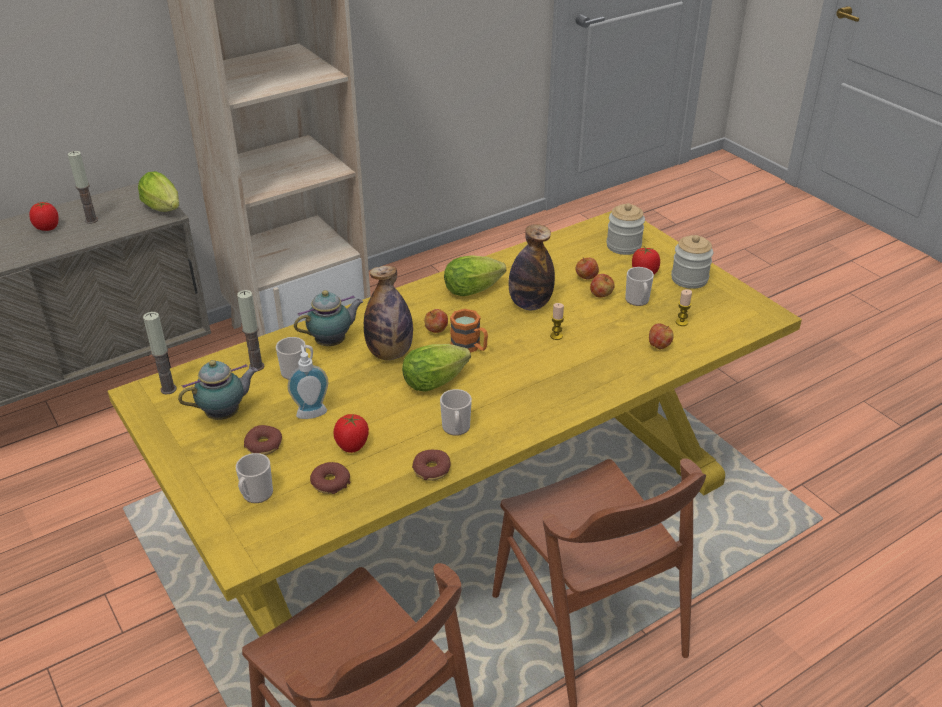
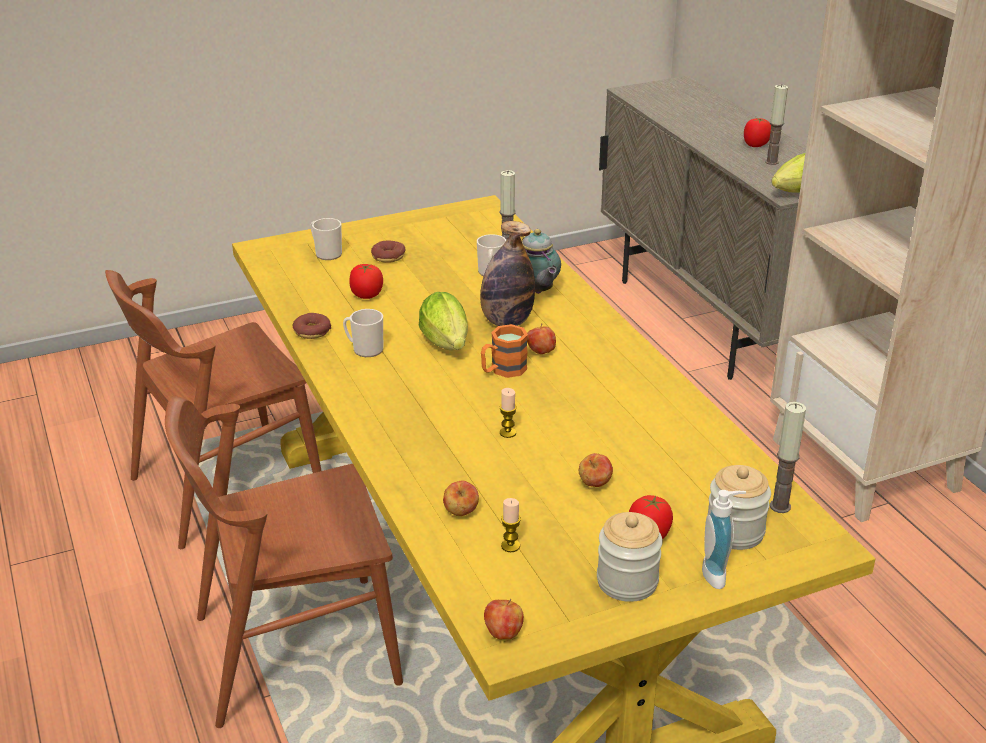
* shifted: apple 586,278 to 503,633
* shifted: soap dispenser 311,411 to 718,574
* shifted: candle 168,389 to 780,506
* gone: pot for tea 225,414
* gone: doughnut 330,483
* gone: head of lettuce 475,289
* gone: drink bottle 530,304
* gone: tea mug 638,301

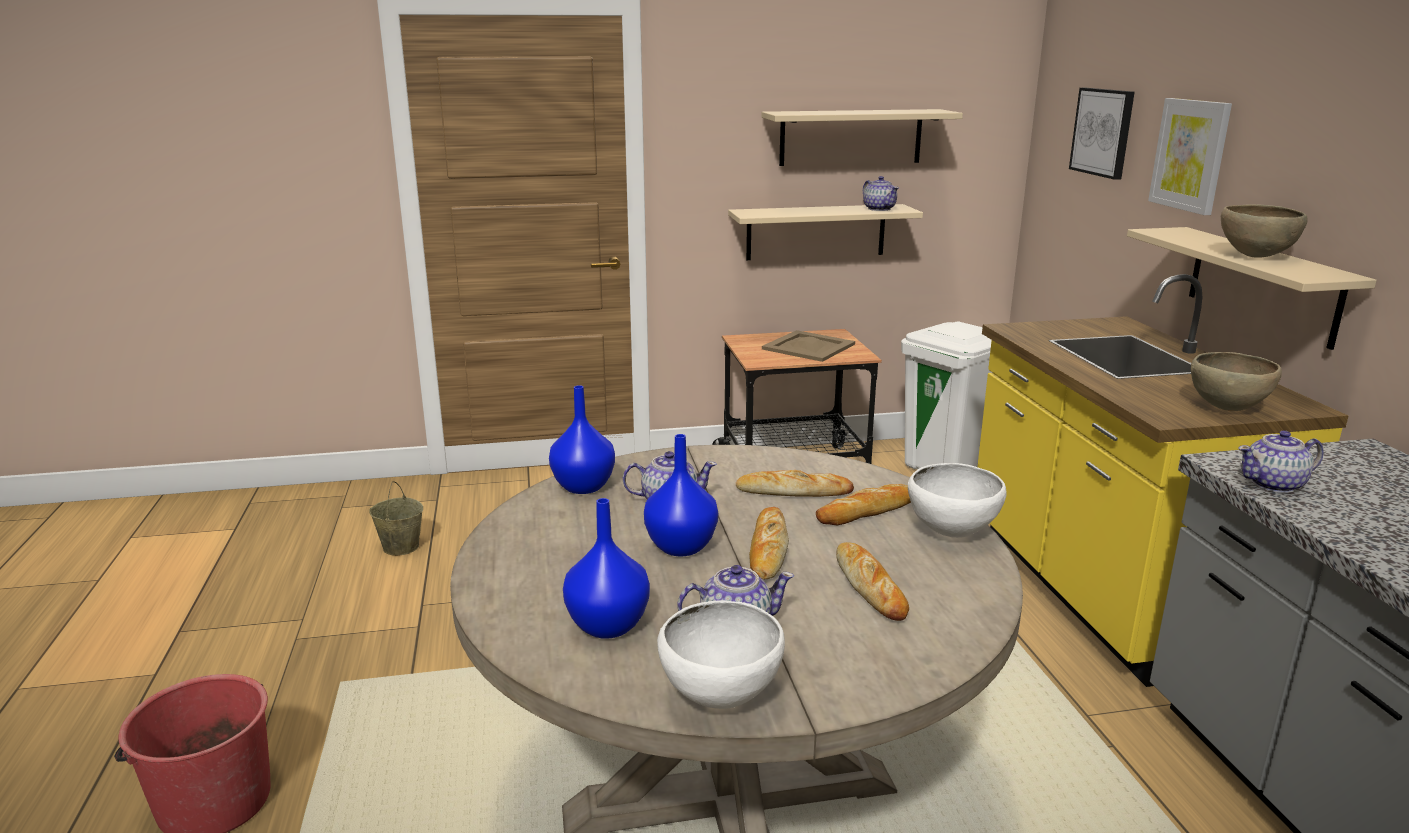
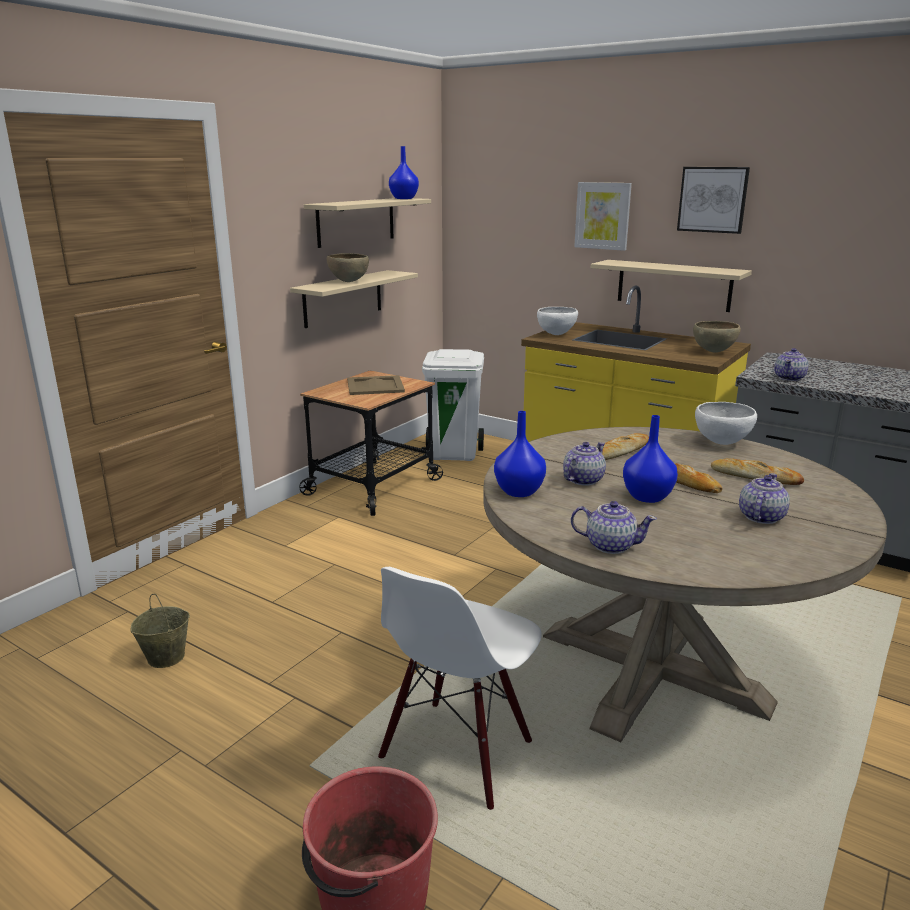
* shifted: brown deep dish 1254,257 to 348,282
* new: white plain chair 457,752
* shifted: blue-coloured vase 609,625 to 404,198
* shifted: white deep dish 721,697 to 556,334
* shifted: pot for tea 879,209 to 610,545
* shifted: picture 1103,132 to 713,199
* gone: bakery bread 868,511

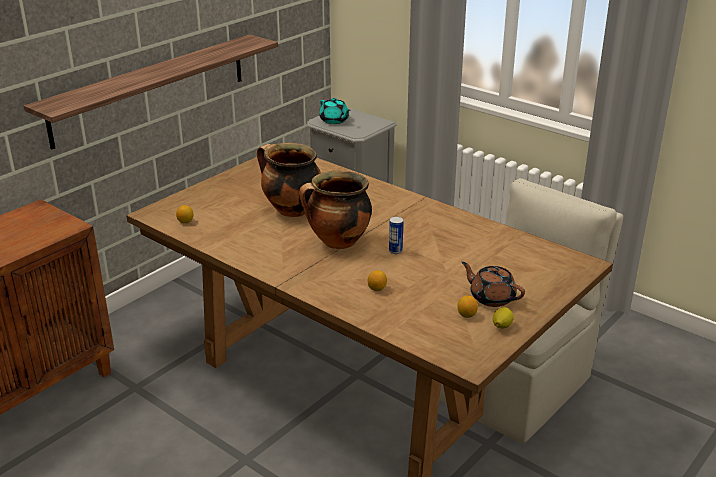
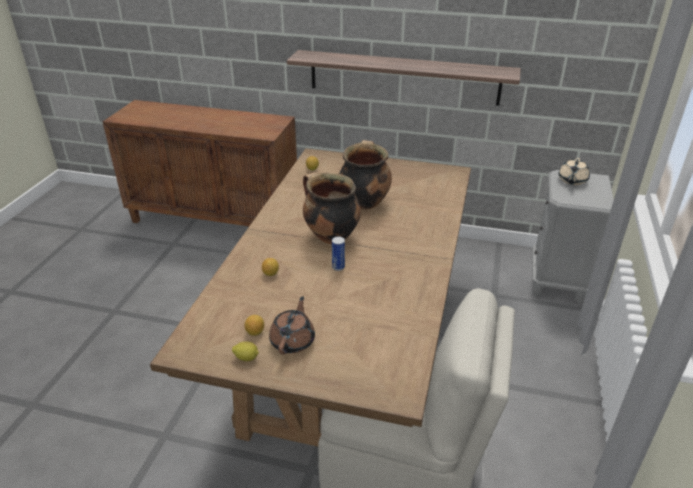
* repainted: turquoise pot for tea 334,120 to beige-coloured pot for tea 572,180

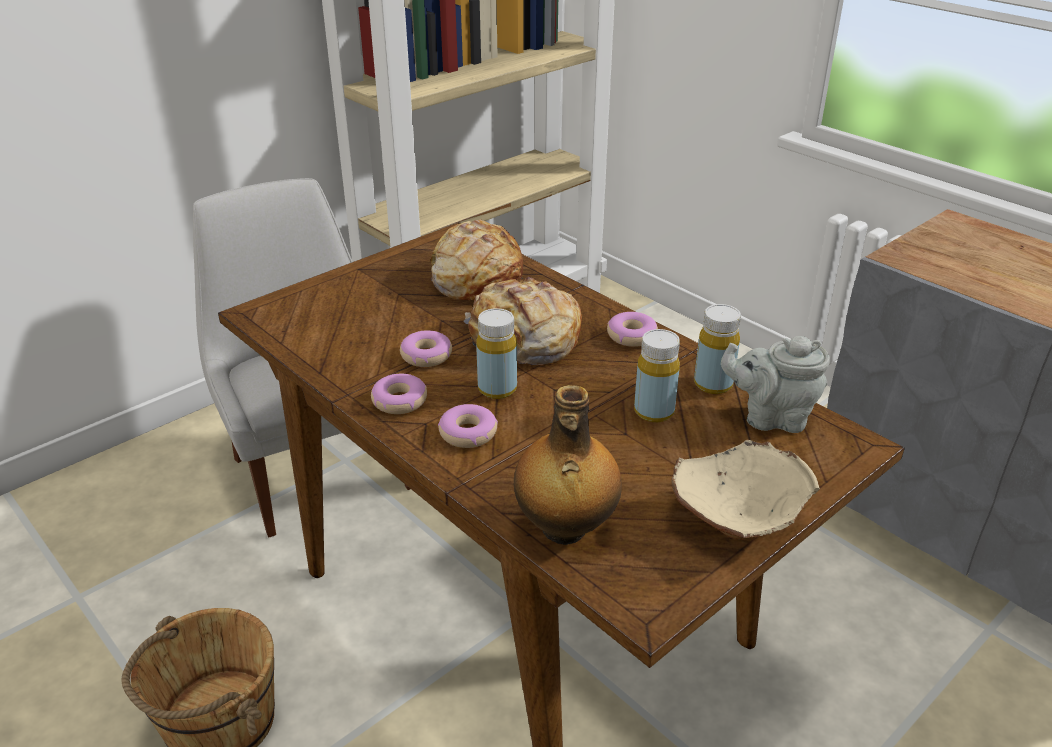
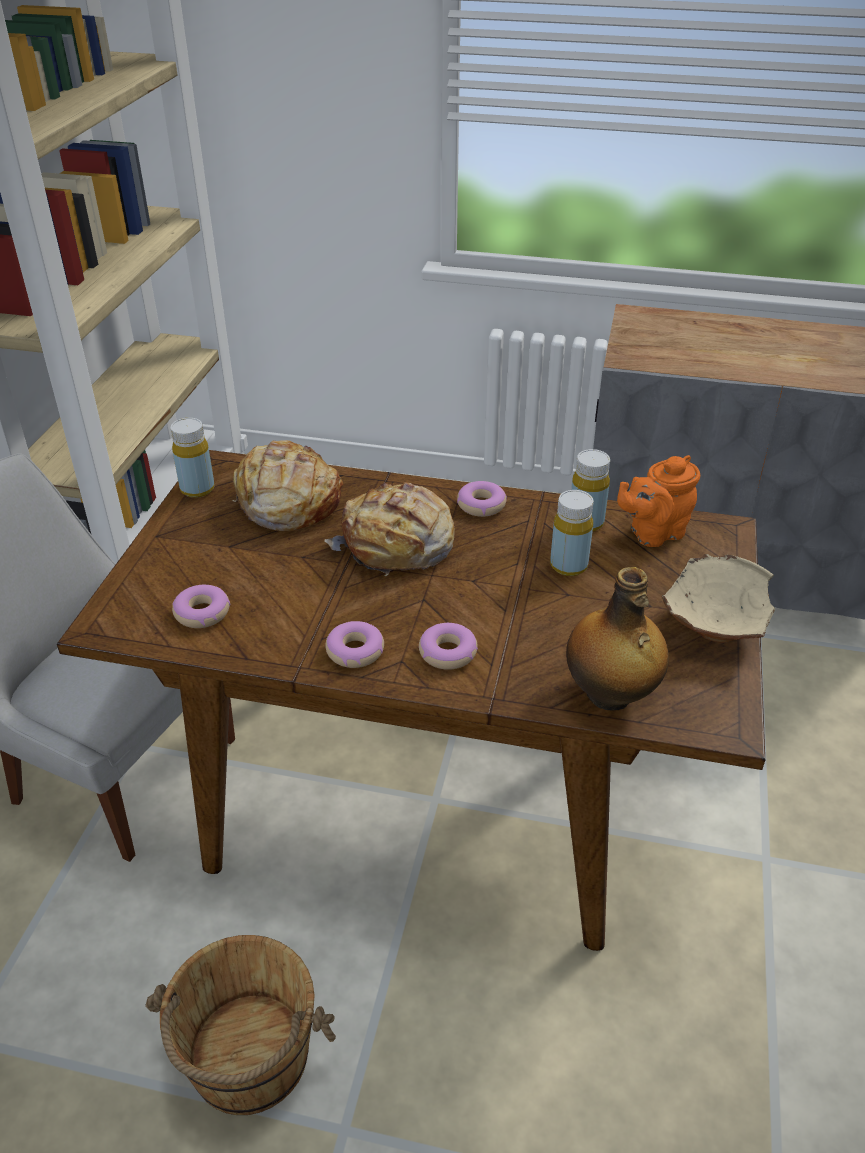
* shifted: yellow drink bottle 497,389 to 197,489
* shifted: doughnut 426,356 to 202,613
* repainted: greyish pot for tea 771,417 to orangey pot for tea 653,533

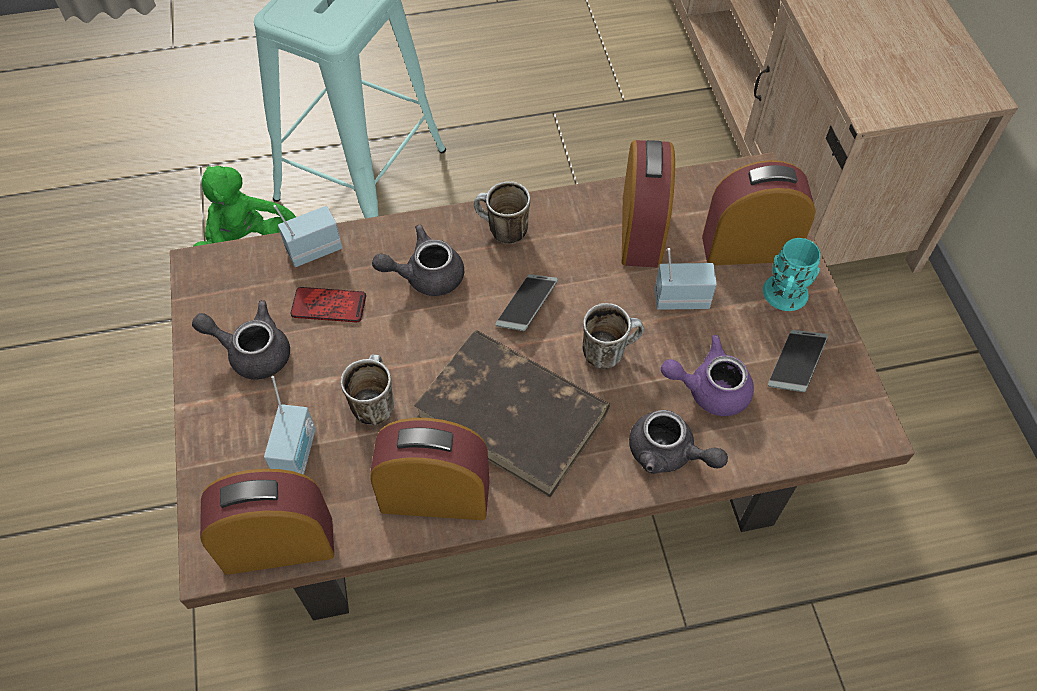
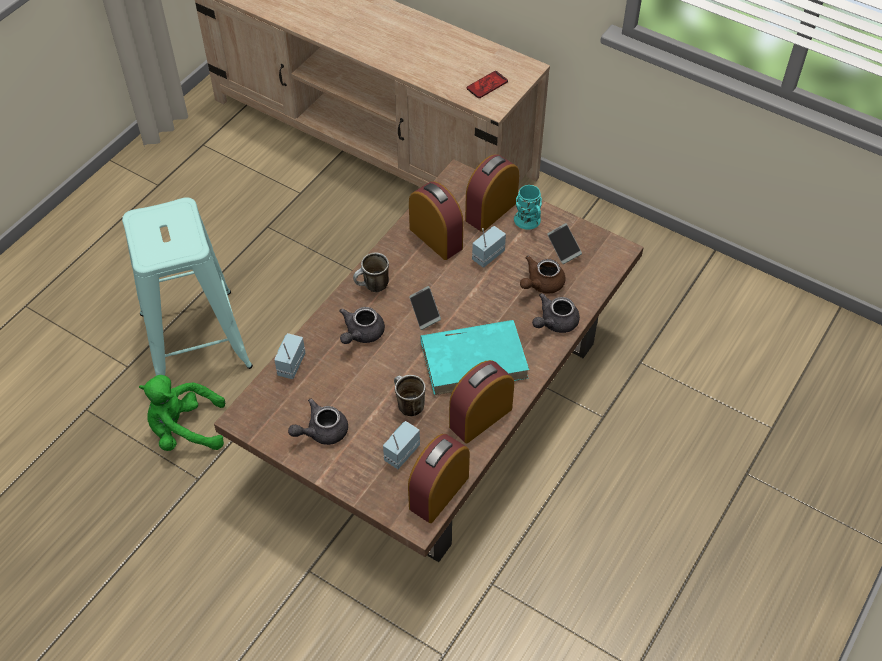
* rotated: radio set 298,453 = 400,452 105 degrees counterclockwise
* repainted: brown bound book 514,415 to turquoise bound book 475,359
* shifted: handset 328,305 to 487,85
* repainted: purple pot for tea 709,389 to brown pot for tea 541,284
* rotated: greyish pot for tea 668,454 = 554,322 150 degrees clockwise
* gone: tea mug 609,351

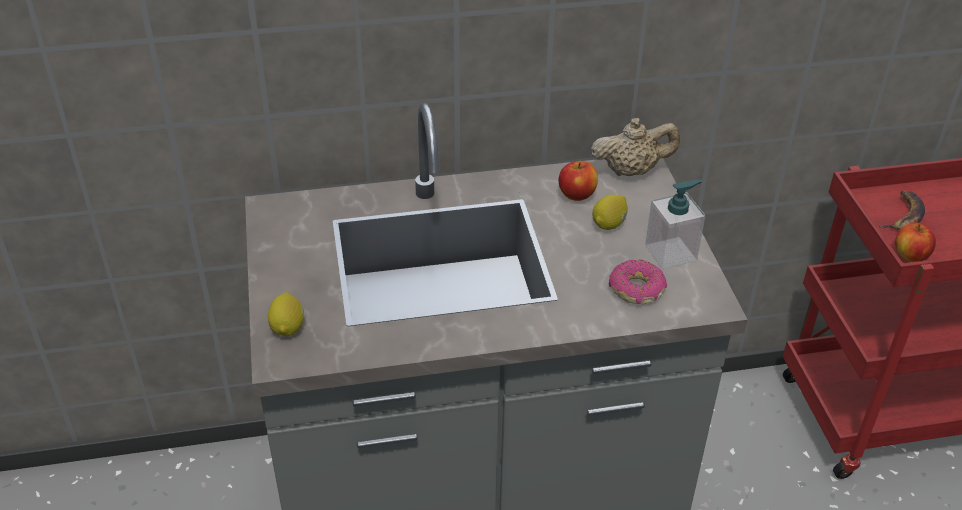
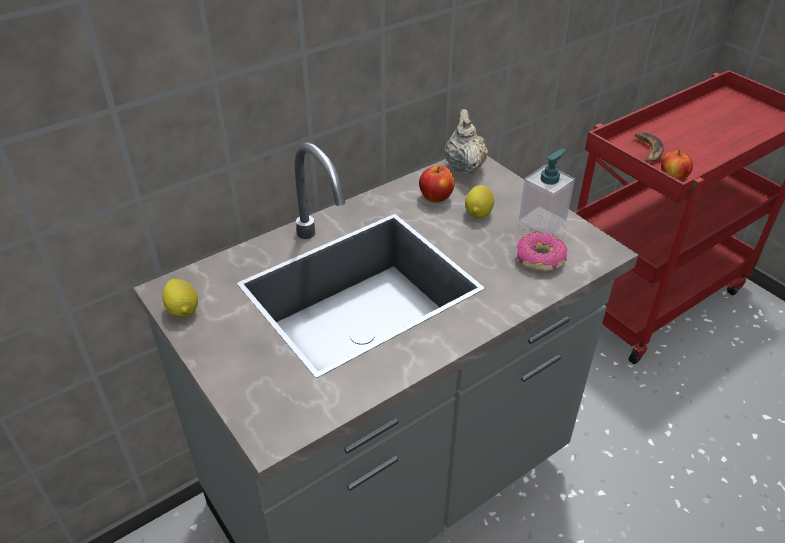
* shifted: whole lemon 288,327 to 183,309
* rotated: beige-coloured pot for tea 631,171 = 464,166 60 degrees counterclockwise

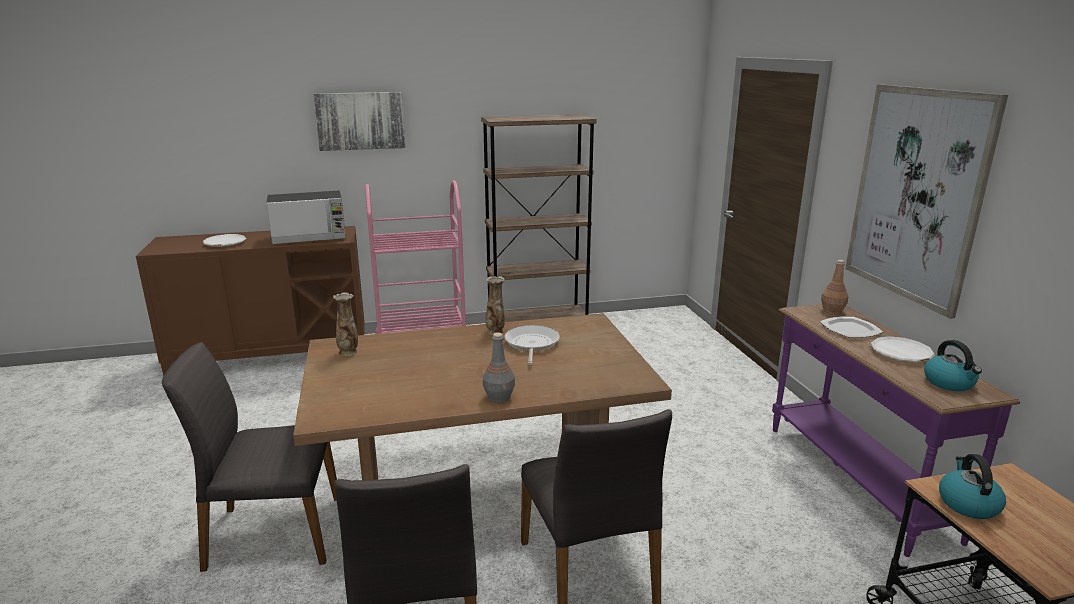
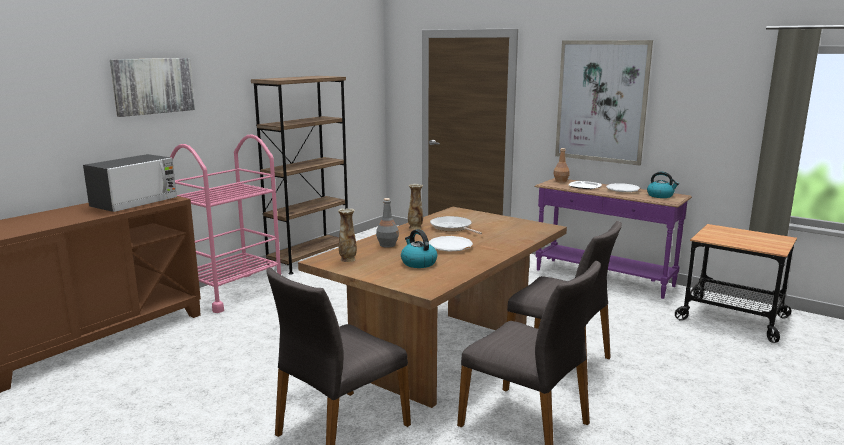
* shifted: greyish drink bottle 499,397 to 387,245
* shifted: tea kettle 967,503 to 418,263
* shifted: white plate 225,243 to 450,247

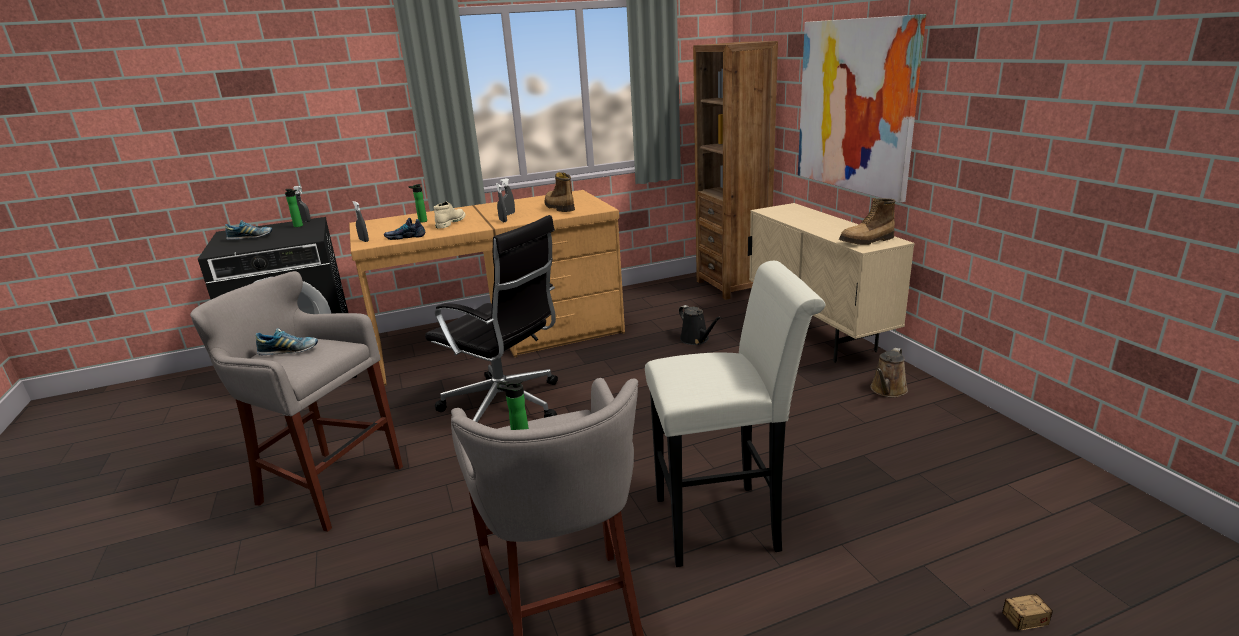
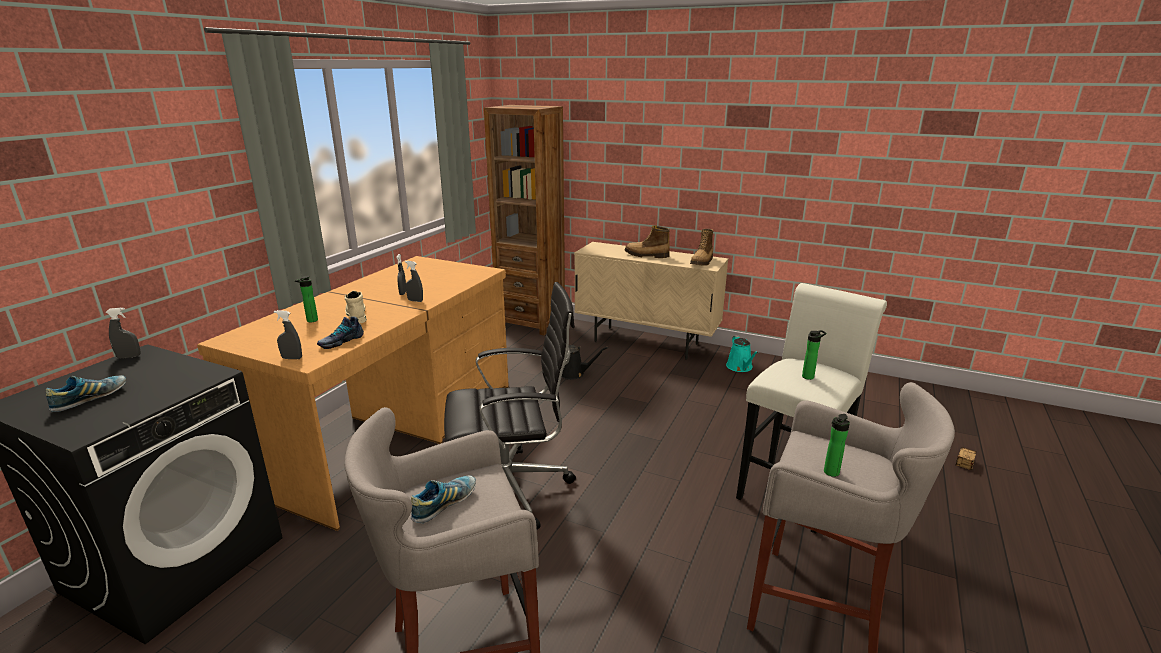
* shifted: high-top boot 558,207 to 646,255
* repainted: brown sprinkling can 887,390 to turquoise sprinkling can 740,367
* shifted: drink bottle 299,226 to 809,376
* gone: picture 855,106

